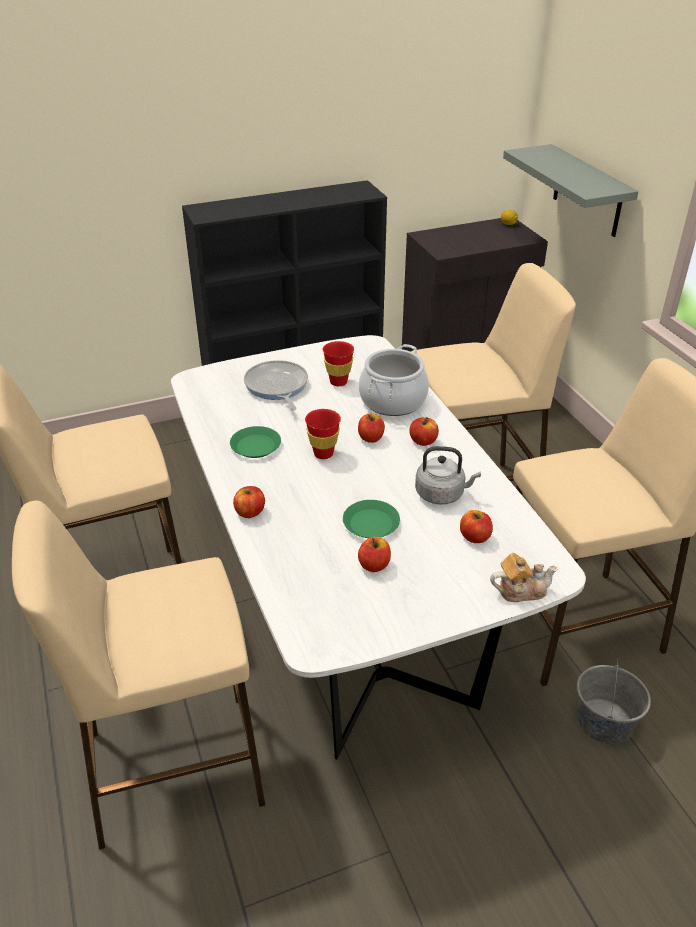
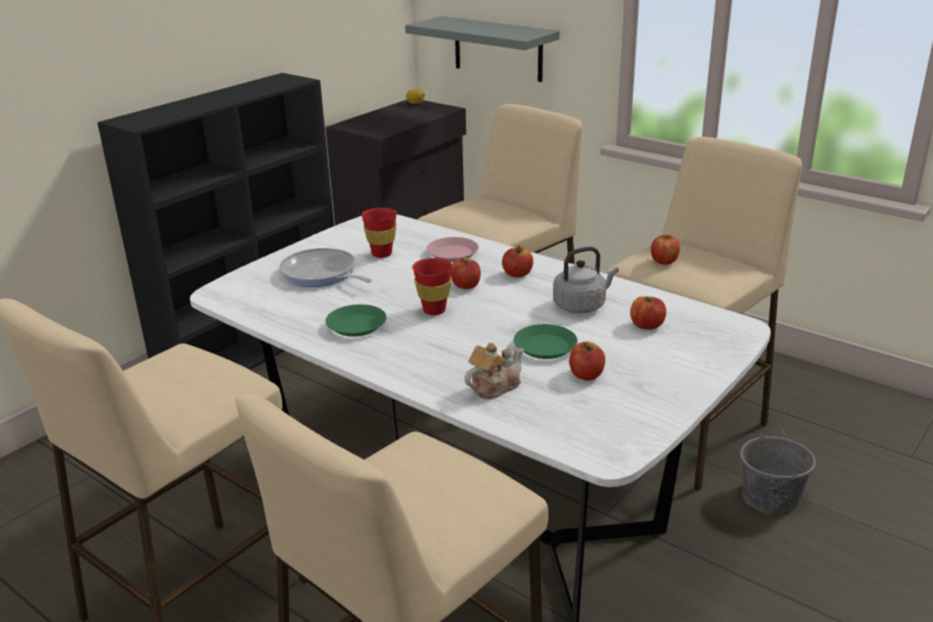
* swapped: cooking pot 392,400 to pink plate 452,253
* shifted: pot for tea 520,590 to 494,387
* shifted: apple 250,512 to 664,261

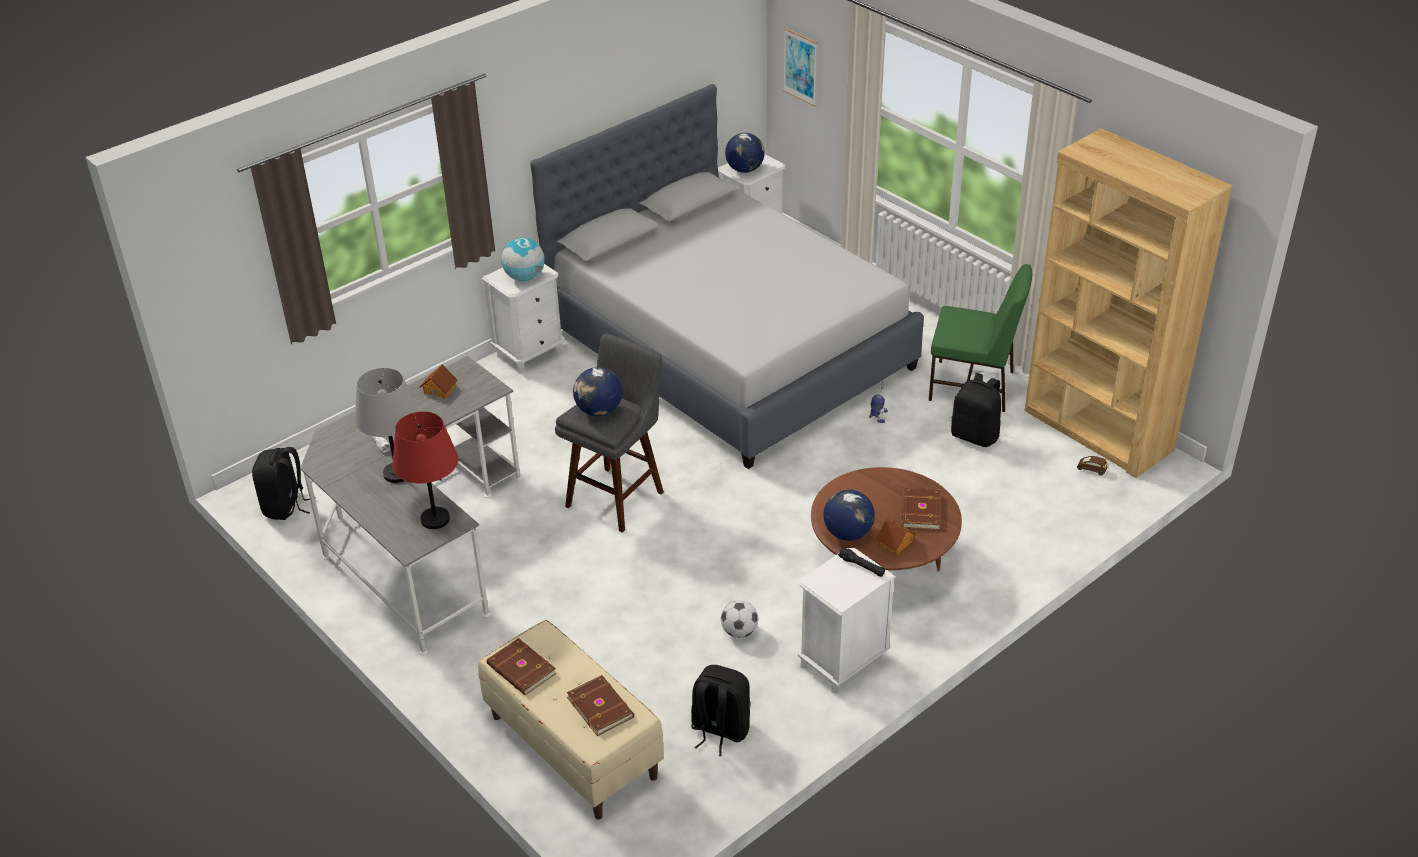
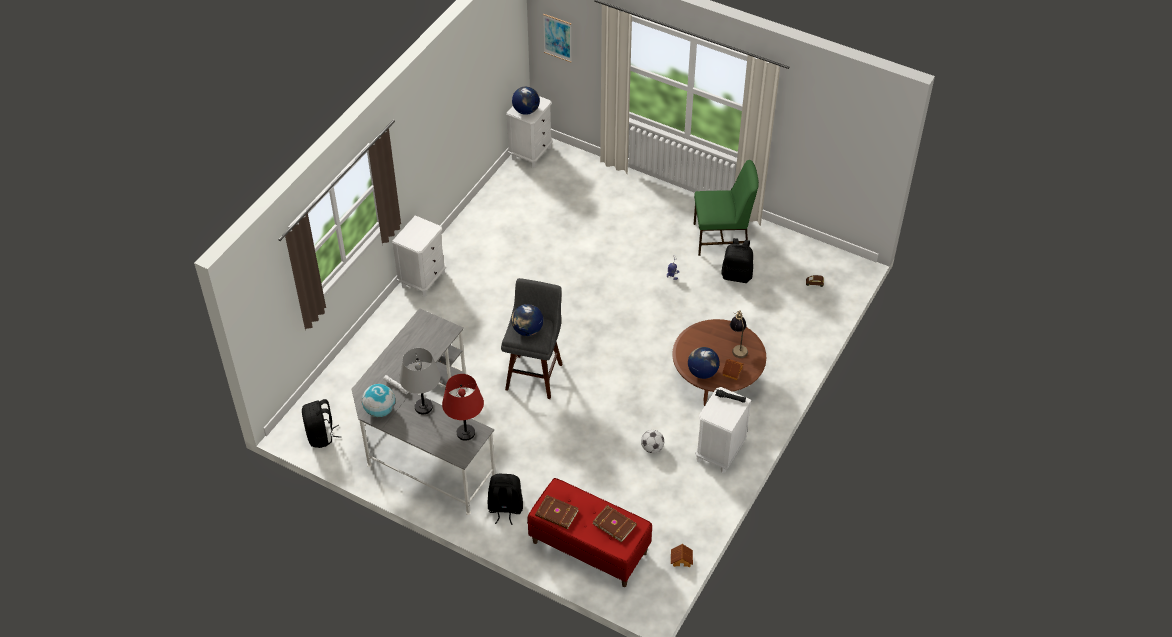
* shifted: desk globe 524,277 to 380,410
* shifted: black-coloured rucksack 719,730 to 505,508
* repainted: beige-coloured long seat 572,747 to red long seat 589,548
* shifted: model house 440,389 to 681,559
* swapped: brown bound book 920,511 to tabletop lamp 738,346
* gone: greyish sleeping bed 729,348
* gone: brown shelving unit 1098,431

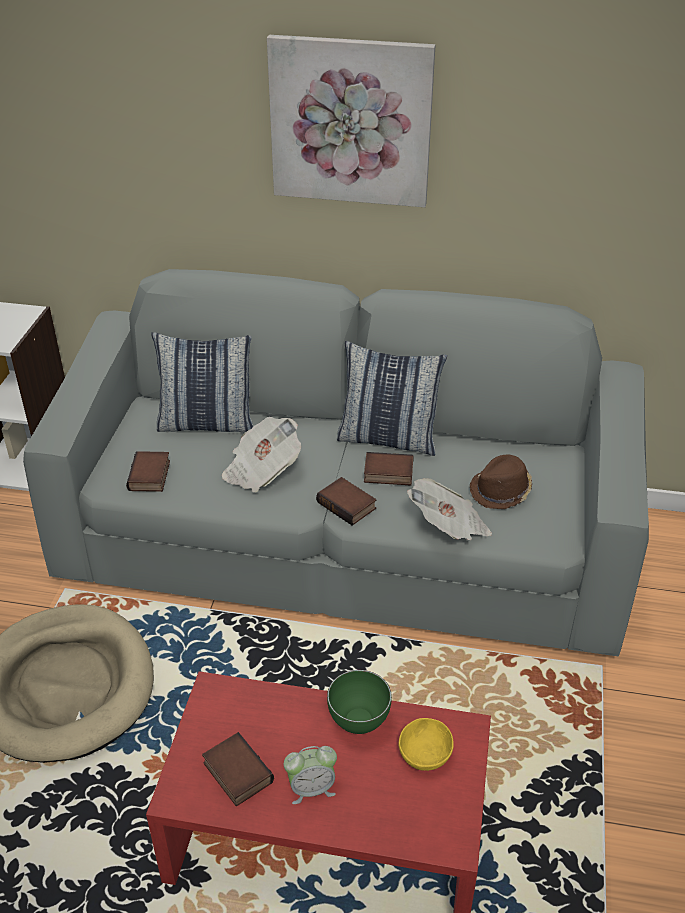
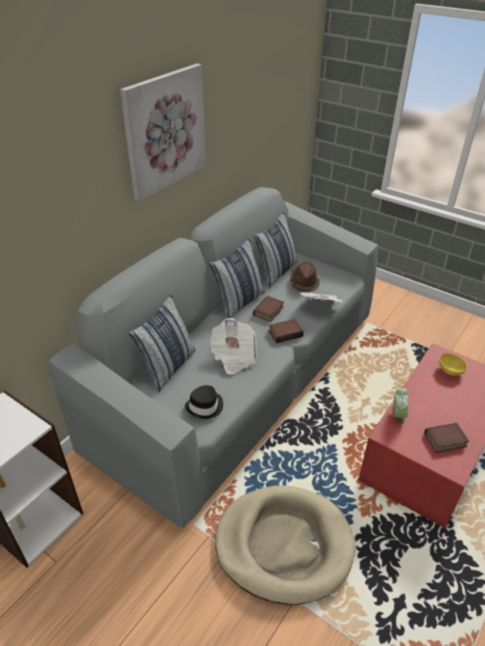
* swapped: bound book 150,476 to black-coloured wearable hat 205,406
* new: throw pillow 275,272
* shifted: table clock 311,788 to 398,415
* gone: green-coloured deep dish 360,723

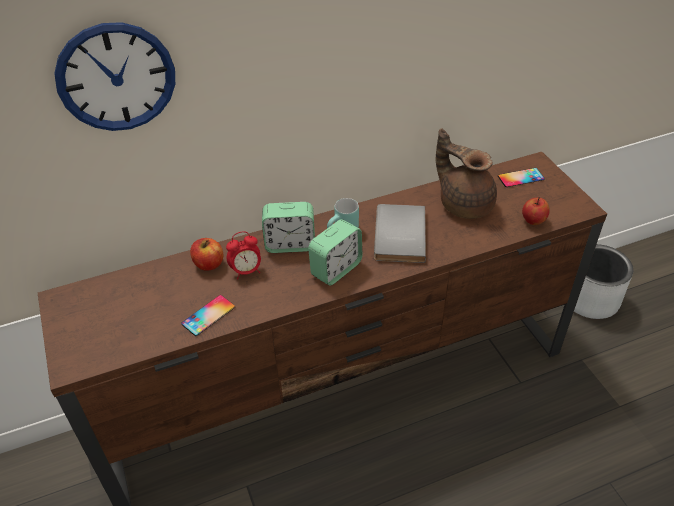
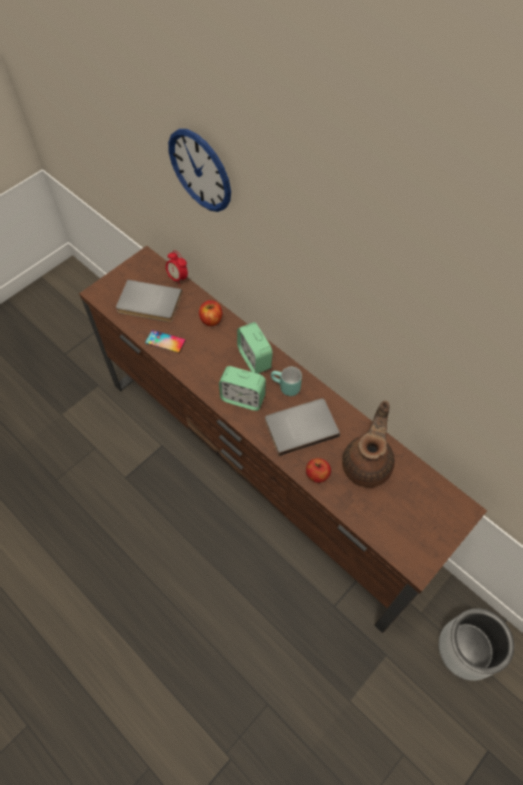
* new: greyish bound book 149,304
* shifted: table clock 246,271 to 178,278
* shifted: apple 533,221 to 317,475
* gone: handset 520,178

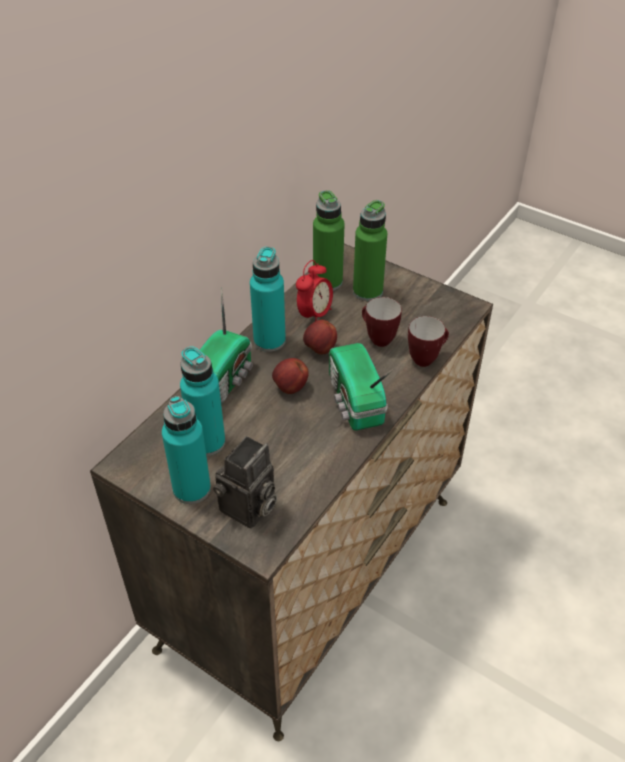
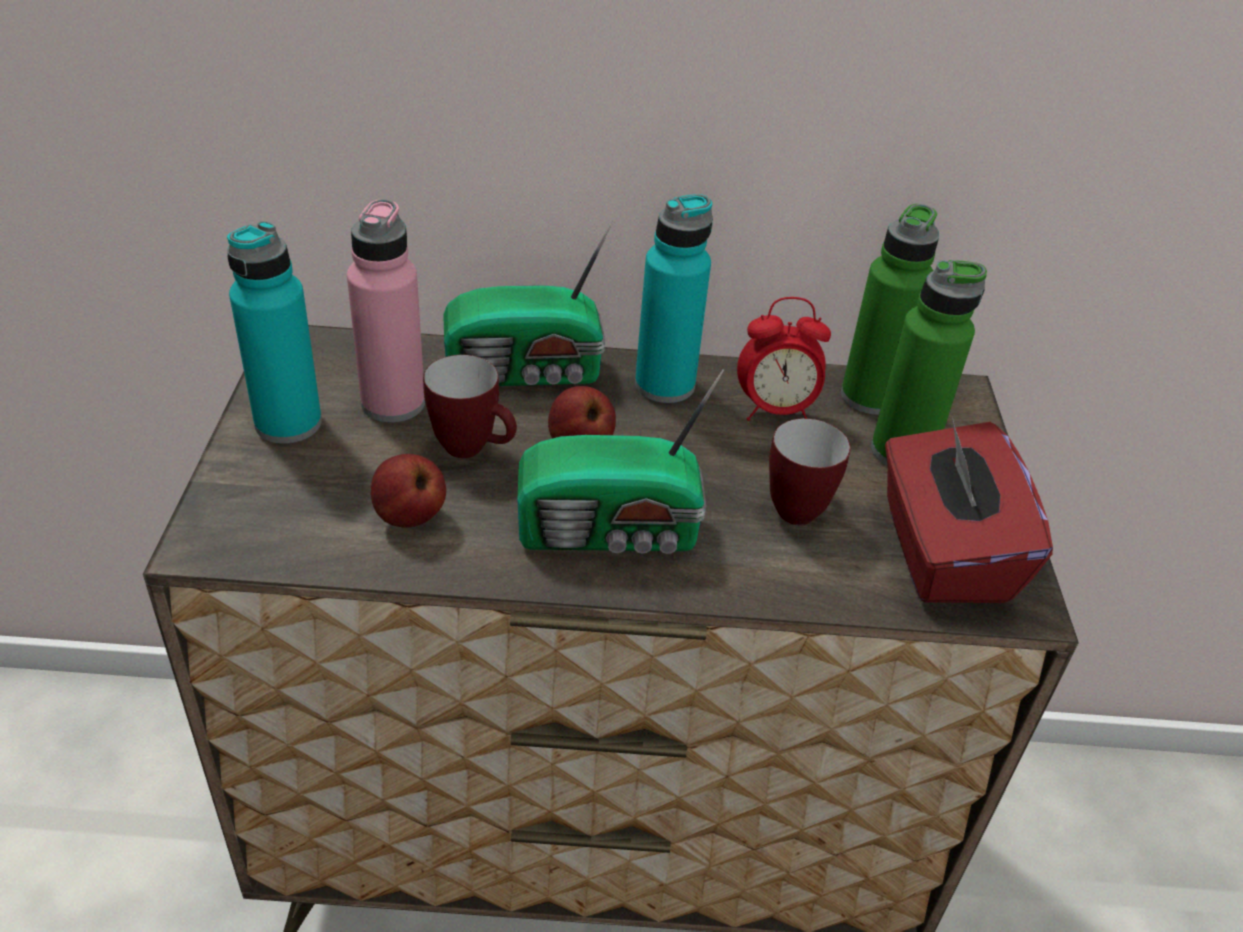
* repainted: turquoise drink bottle 207,442 to pink drink bottle 393,403
* shifted: apple 320,349 to 409,517
* shifted: tea mug 426,358 to 474,449
* rotated: radio set 354,401 = 613,532 135 degrees counterclockwise
* new: red box of tissues 942,552
* gone: still camera 248,509

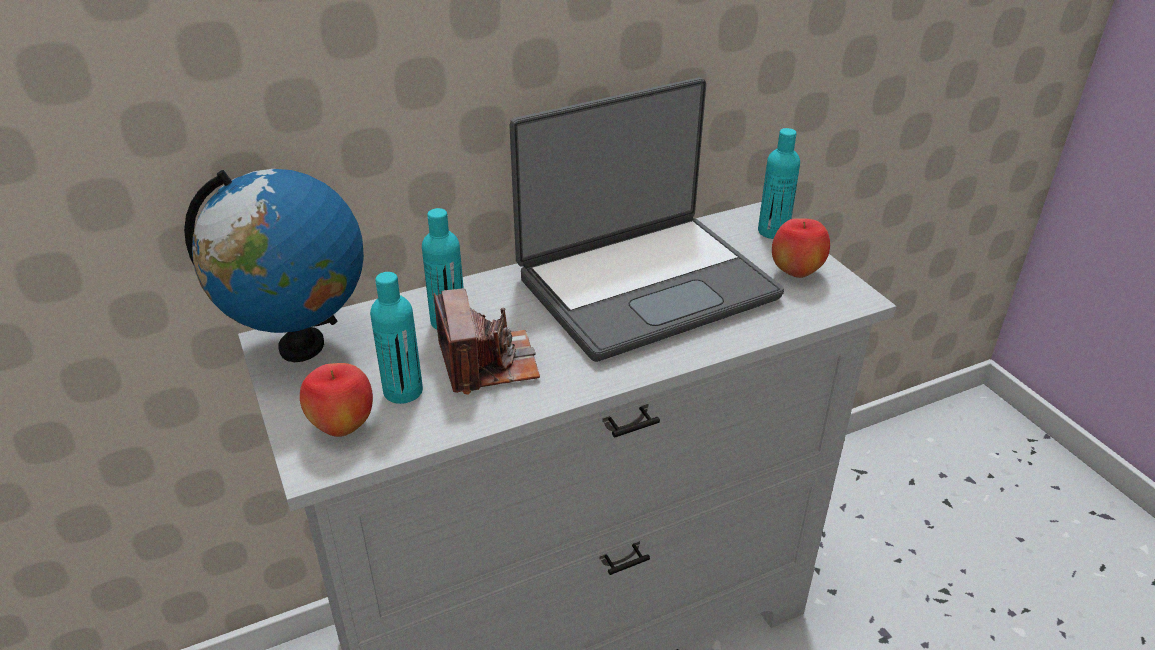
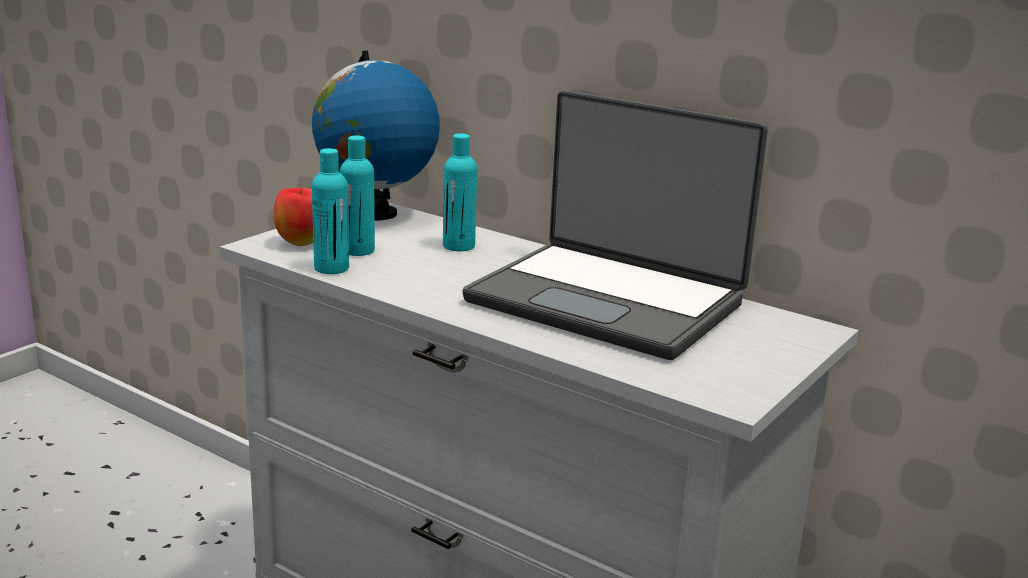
* shifted: turquoise drink bottle 773,231 to 331,268
* gone: still camera 488,363
* gone: apple 796,272

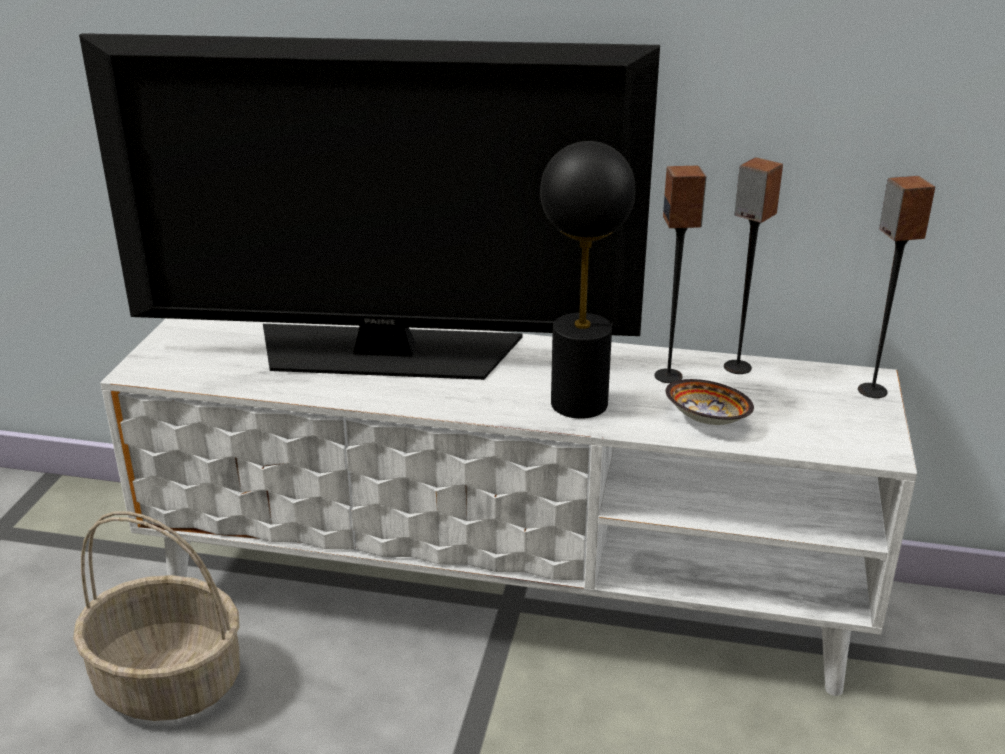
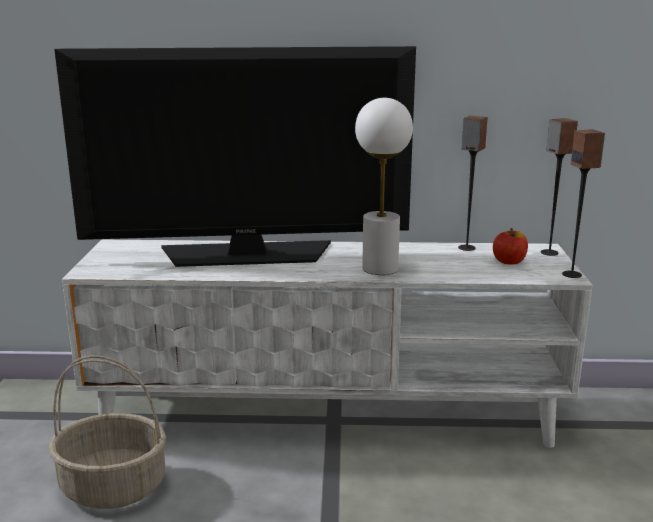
* repainted: black-coloured tabletop lamp 580,403 to white tabletop lamp 380,268
* new: apple 509,261
* shifted: audio speaker 669,376 to 572,274
* gone: deep dish 706,420

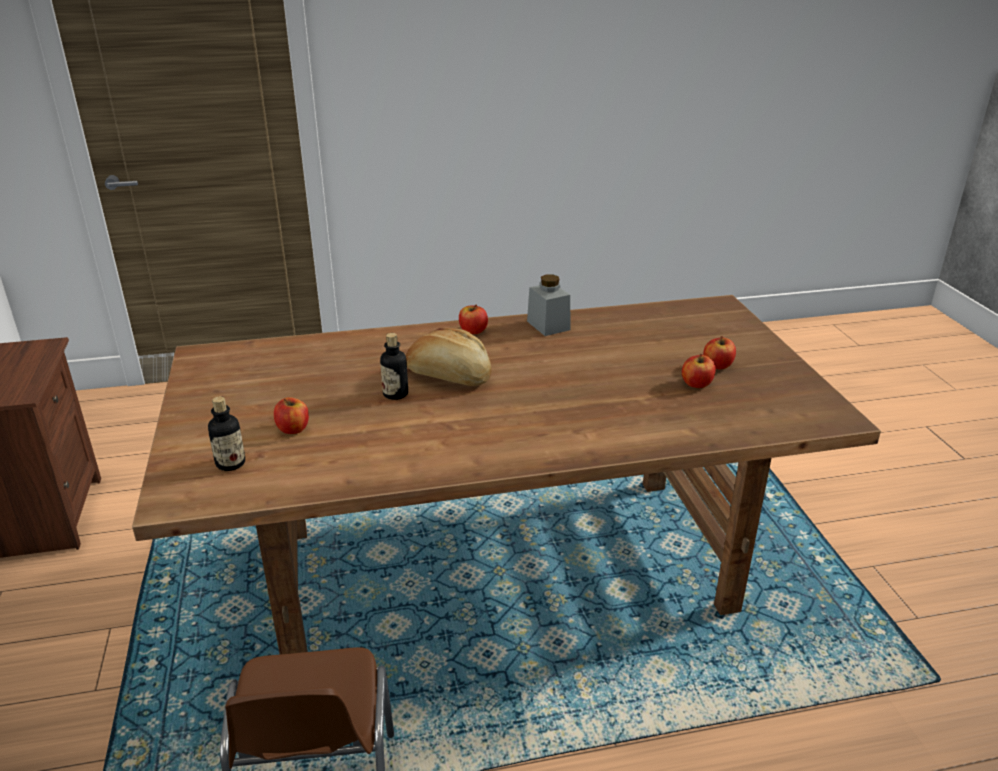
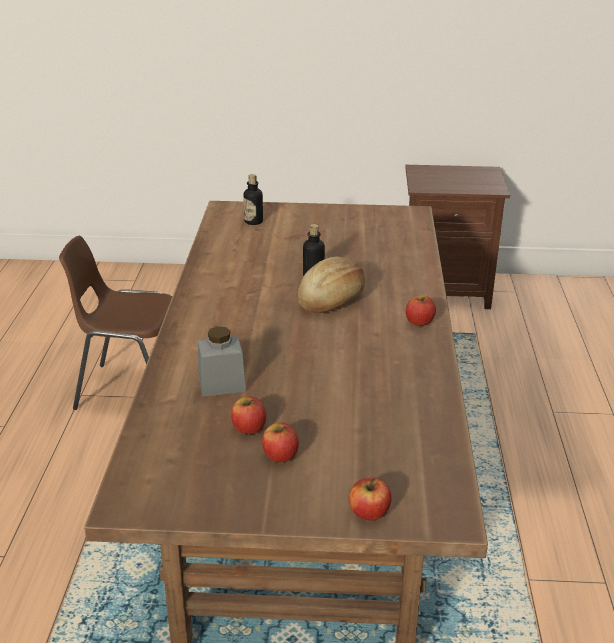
* shifted: greyish jar 548,325 to 221,384
* shifted: apple 293,429 to 369,512

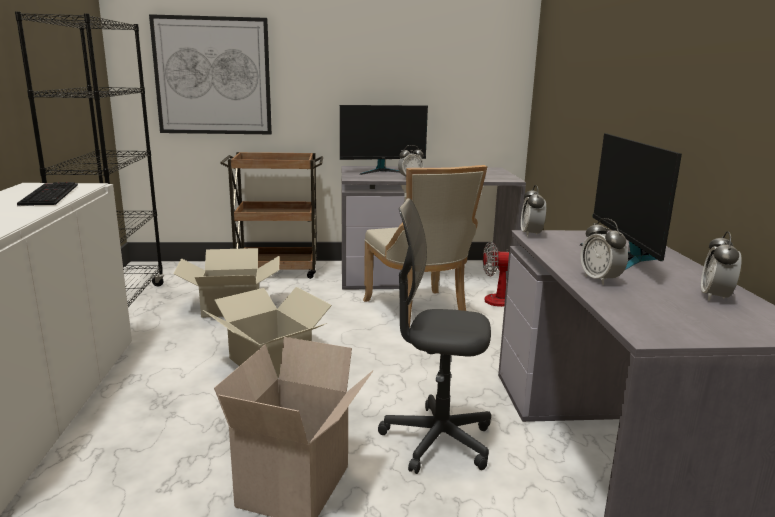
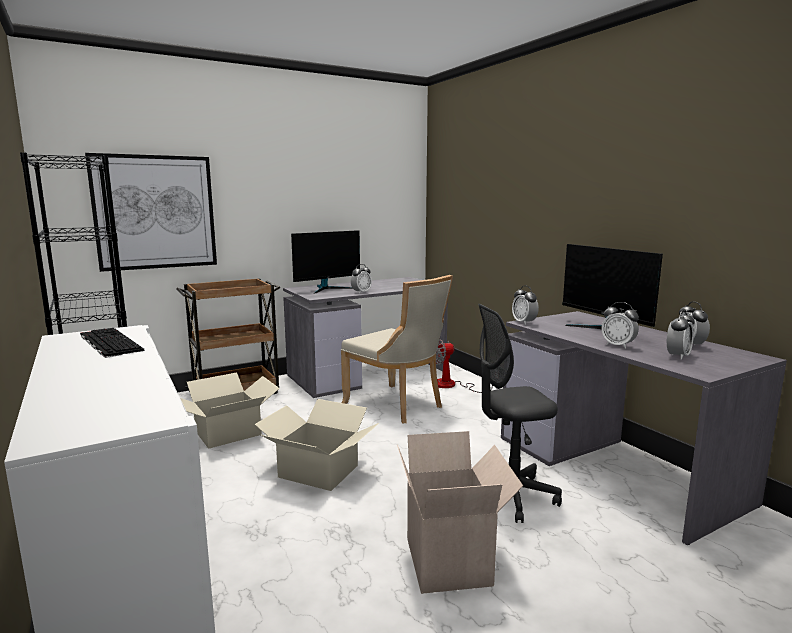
* new: table clock 677,356

